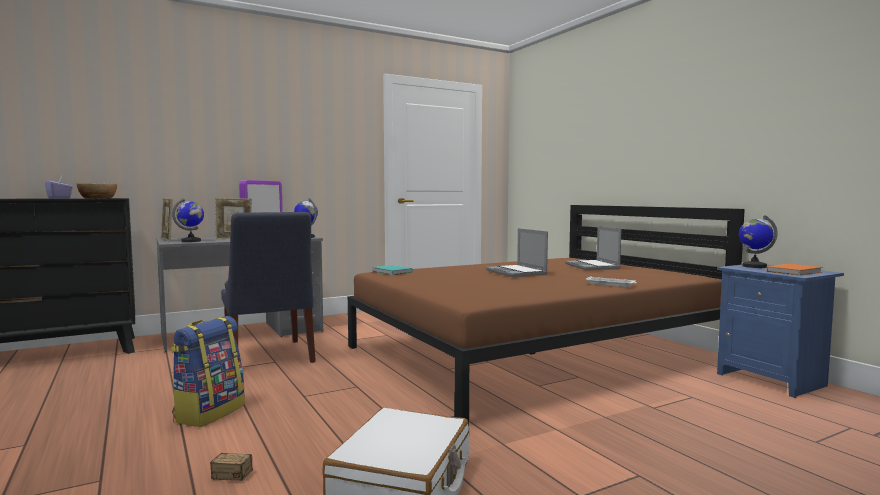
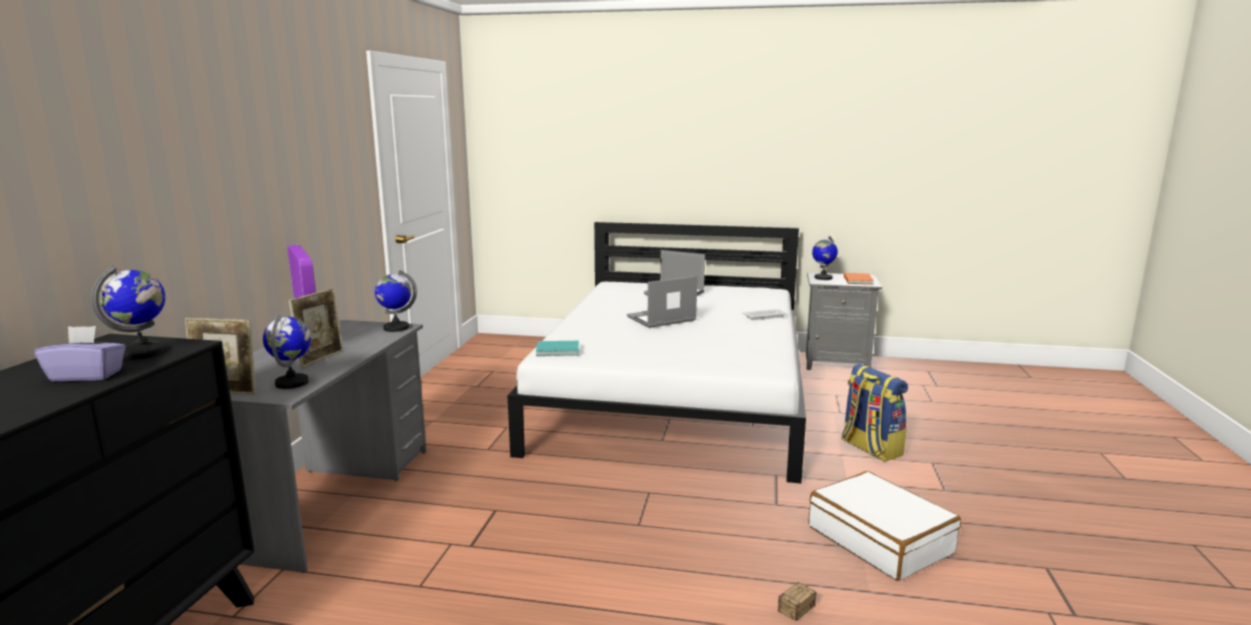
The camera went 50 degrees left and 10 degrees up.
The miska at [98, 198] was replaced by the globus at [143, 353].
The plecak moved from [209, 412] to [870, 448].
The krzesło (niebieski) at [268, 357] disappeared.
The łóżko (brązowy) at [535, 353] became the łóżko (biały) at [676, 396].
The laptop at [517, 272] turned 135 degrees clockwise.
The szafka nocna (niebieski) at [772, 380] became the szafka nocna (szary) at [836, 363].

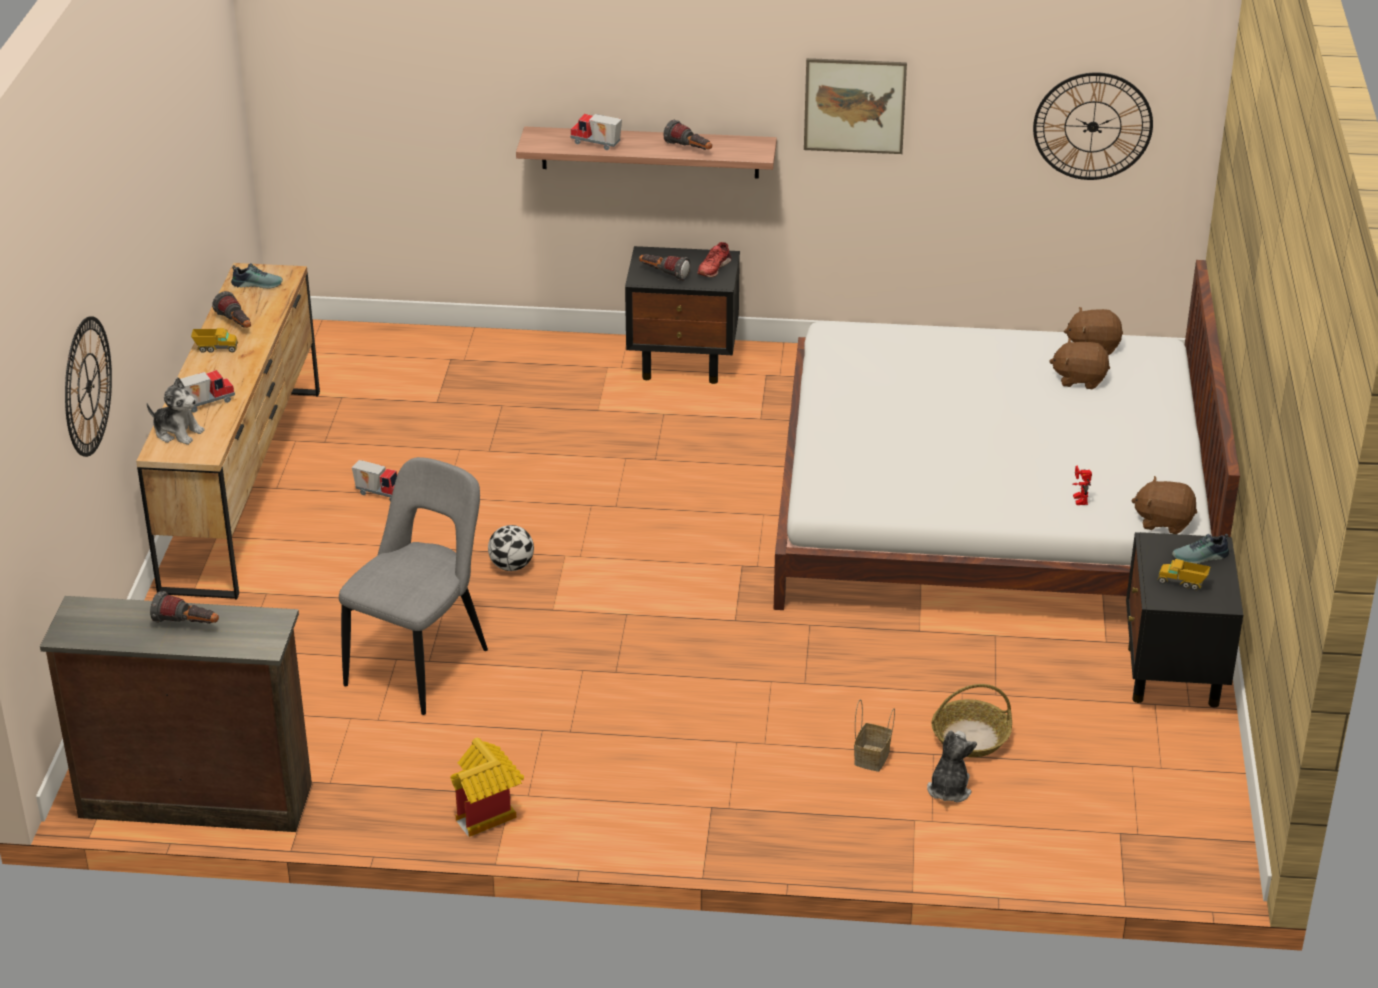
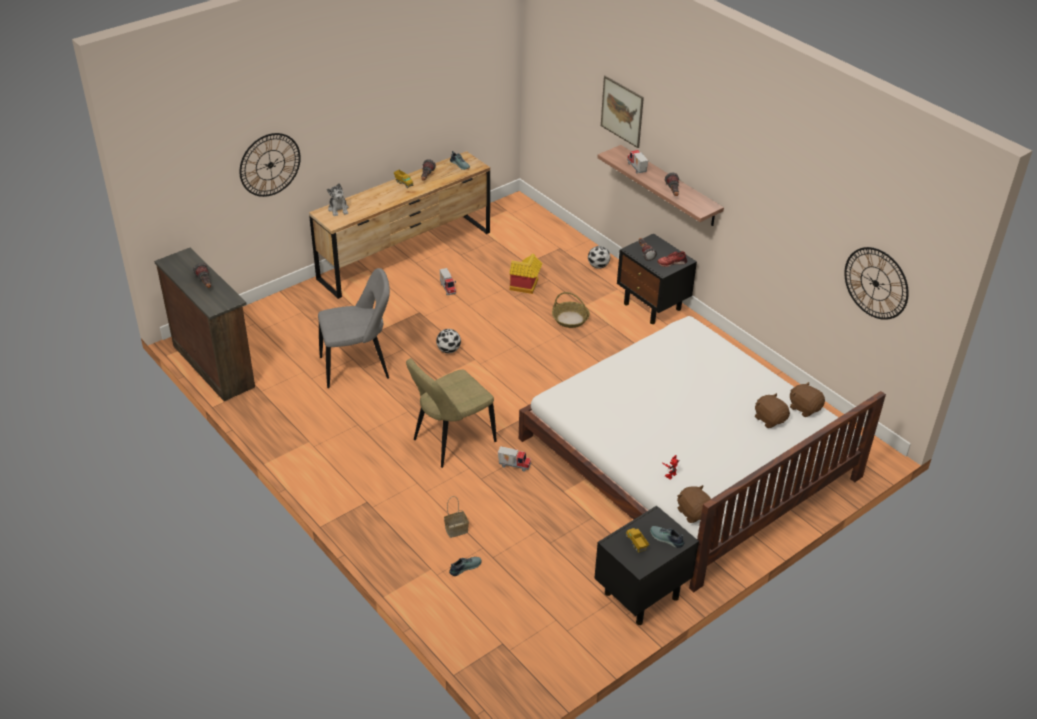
The camera went 45 degrees right and 5 degrees up.
The ciężarówka zabawkowa moved from [206, 403] to [514, 465].
The domek moved from [488, 814] to [525, 287].
The obraz moved from [854, 106] to [622, 111].
The pluszak at [949, 789] was replaced by the but at [464, 567].
The koszyk moved from [970, 737] to [570, 319].
The krzesło (beżowy) at [451, 442] appeared.
The piłka futbolowa at [598, 266] appeared.

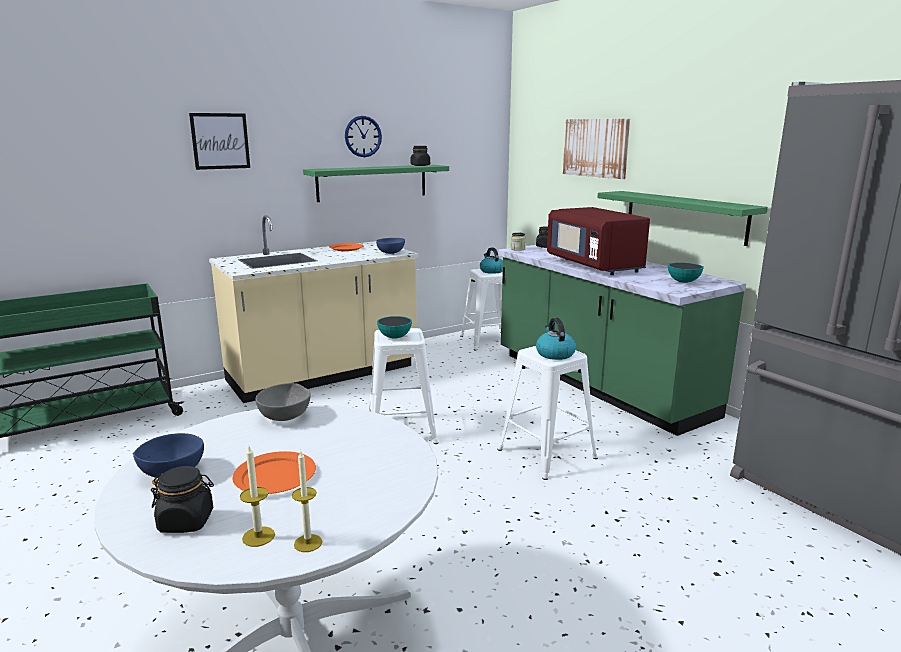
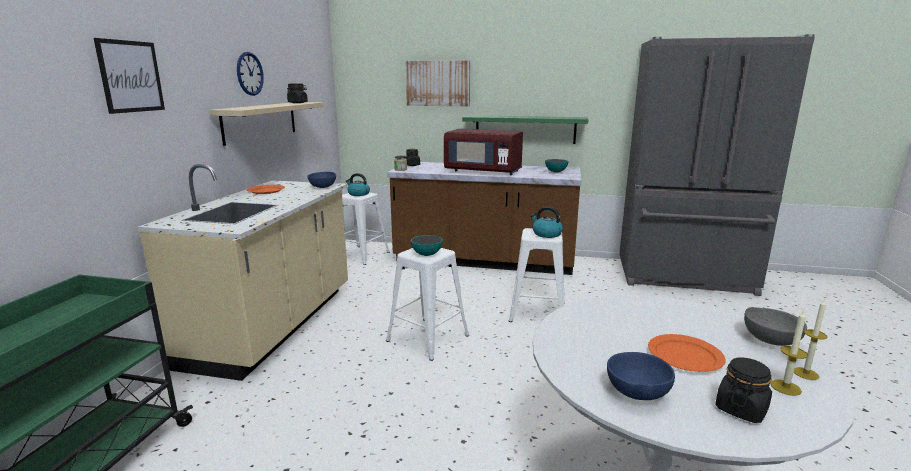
The camera went 45 degrees left and 0 degrees up.
The miska (szary) moved from [286, 416] to [769, 340].
The półka (zielony) at [372, 182] became the półka (beżowy) at [260, 121].
The zabudowa kuchenna (zielony) at [598, 384] became the zabudowa kuchenna (brązowy) at [484, 261].

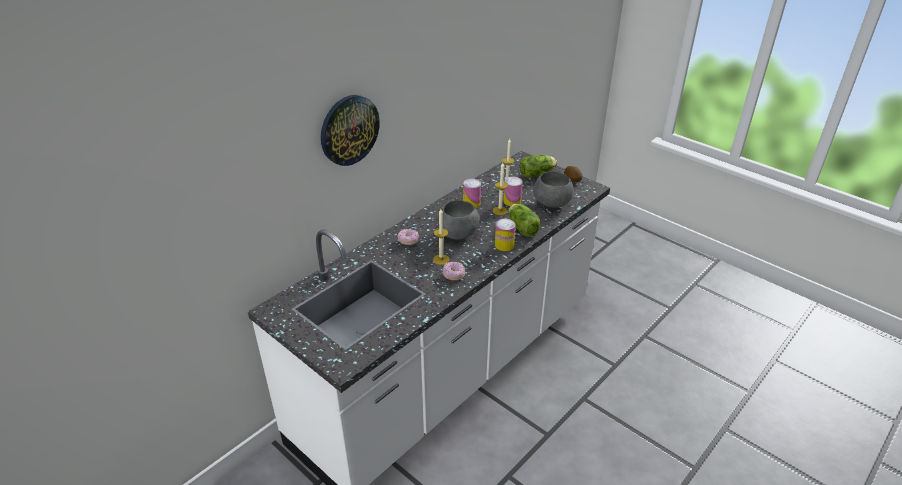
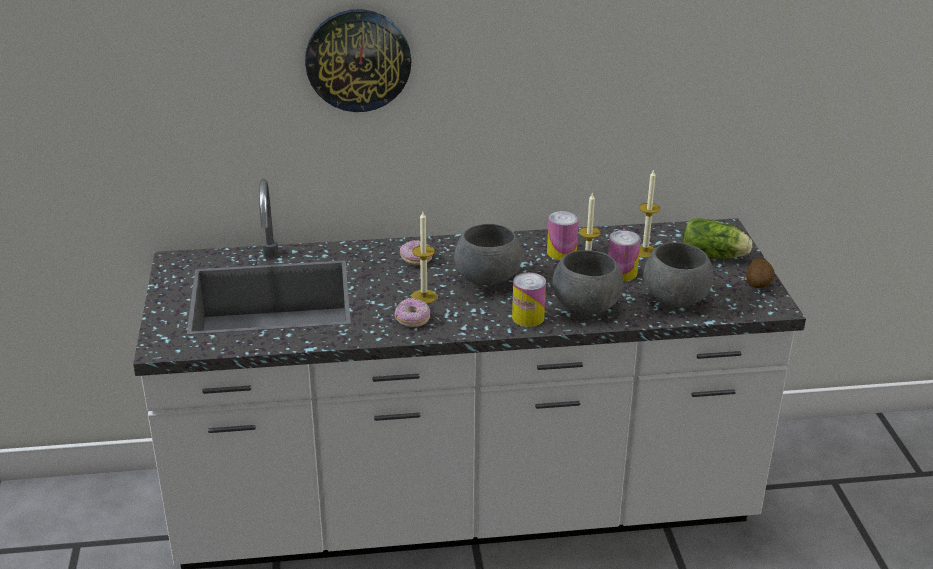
The camera went 40 degrees right and 5 degrees down.
The sałata at [521, 227] was replaced by the miska (szary) at [585, 308].

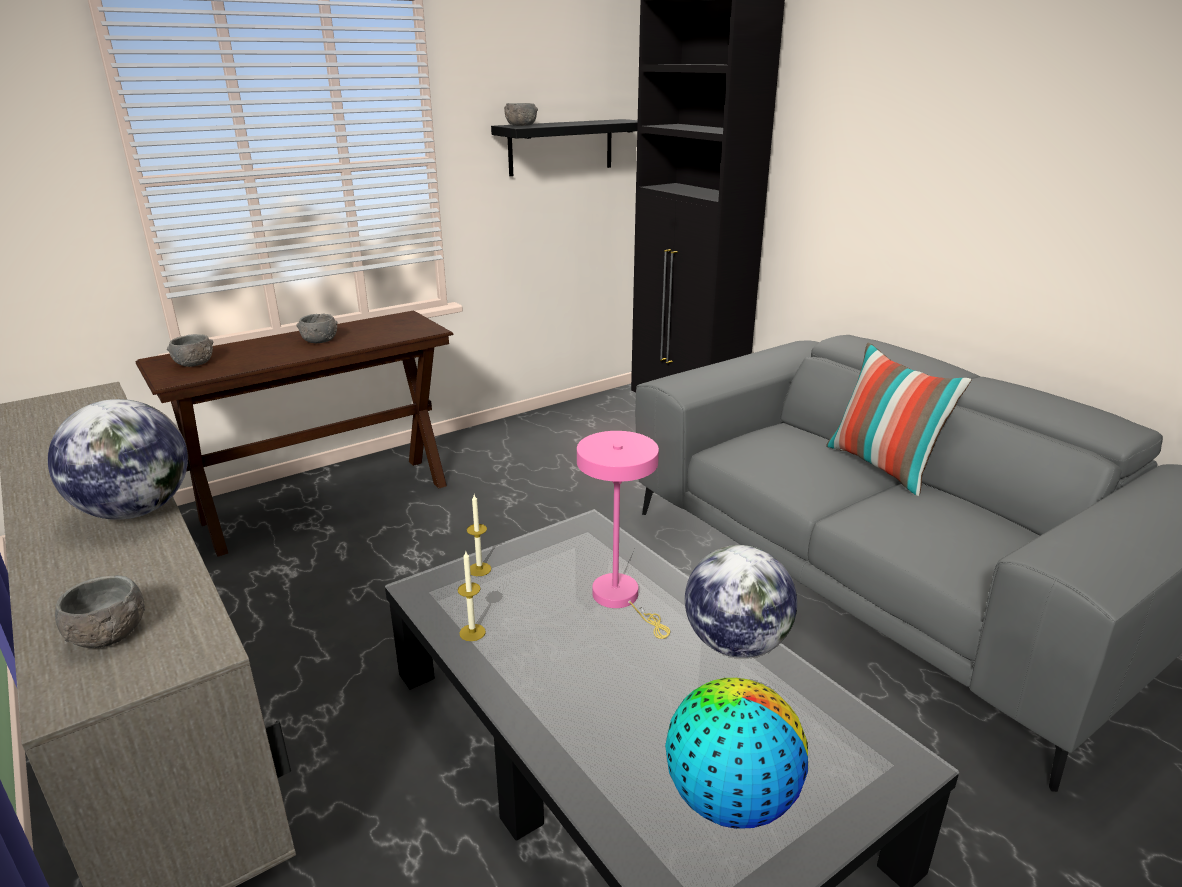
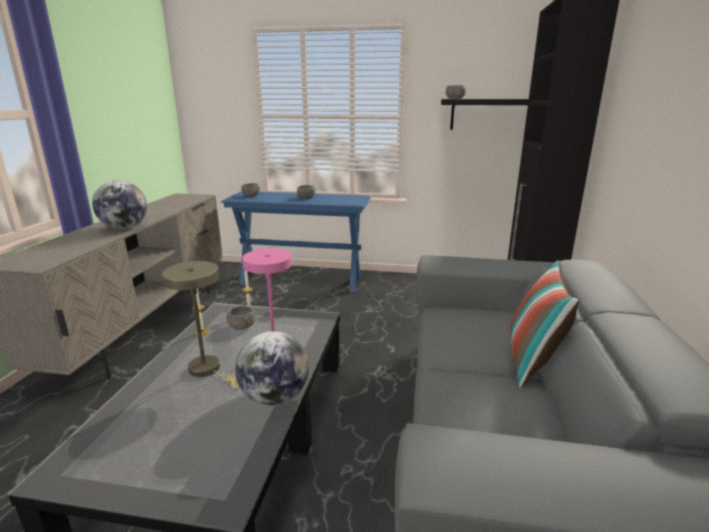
The camera went 45 degrees right and 5 degrees down.
The miska (szary) moved from [109, 633] to [242, 326].
The stolik konsolowy (brązowy) at [328, 502] became the stolik konsolowy (niebieski) at [301, 281].
The globus at [730, 799] disappeared.
The lampa stołowa (beżowy) at [208, 370] appeared.

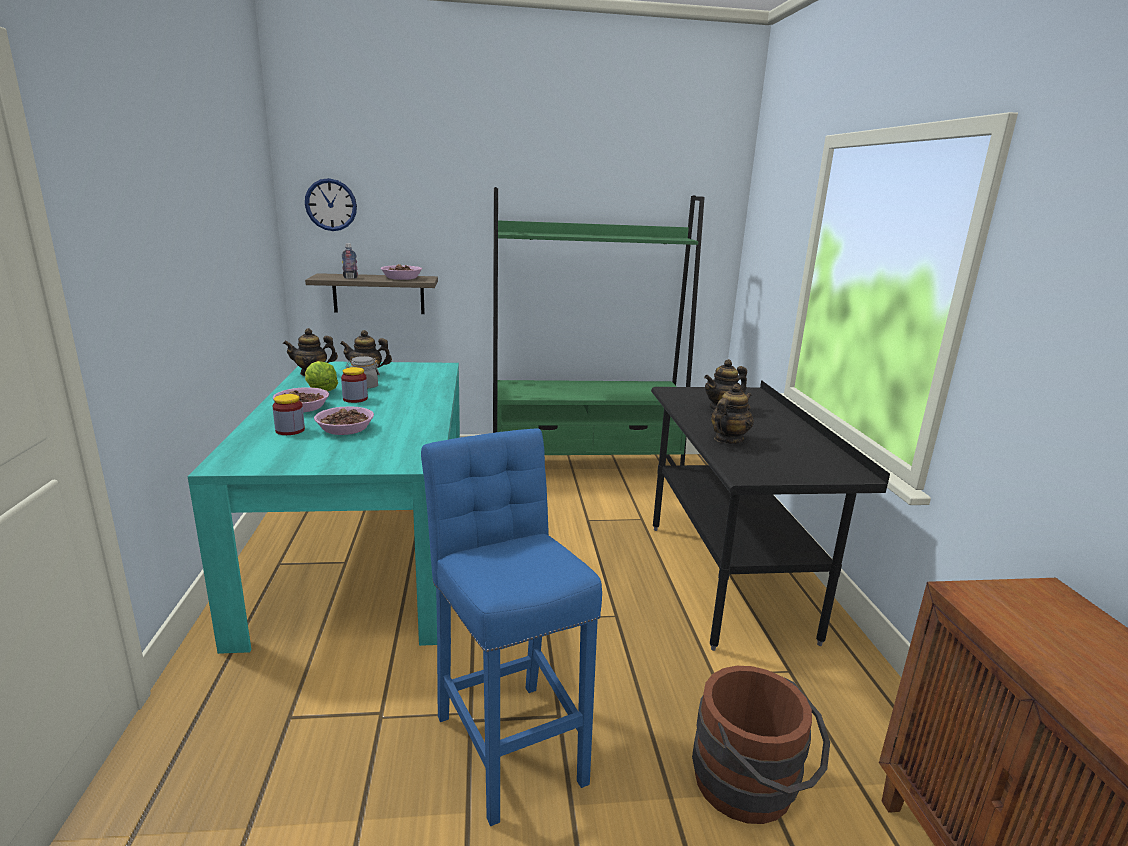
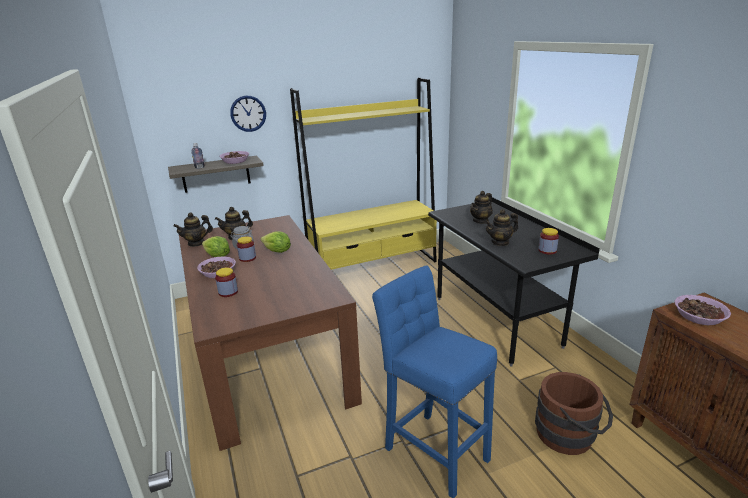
The camera went 15 degrees left and 5 degrees up.
The stół jadalny (turkusowy) at [367, 547] became the stół jadalny (brązowy) at [268, 354].
The zegar ścienny moved from [331, 205] to [248, 113].
The miska moved from [344, 428] to [698, 316].
The regał (zielony) at [586, 468] became the regał (żółty) at [373, 266].
The imbryk at [728, 440] turned 135 degrees counterclockwise.
The sałata at [277, 251] appeared.
The słoik at [547, 250] appeared.

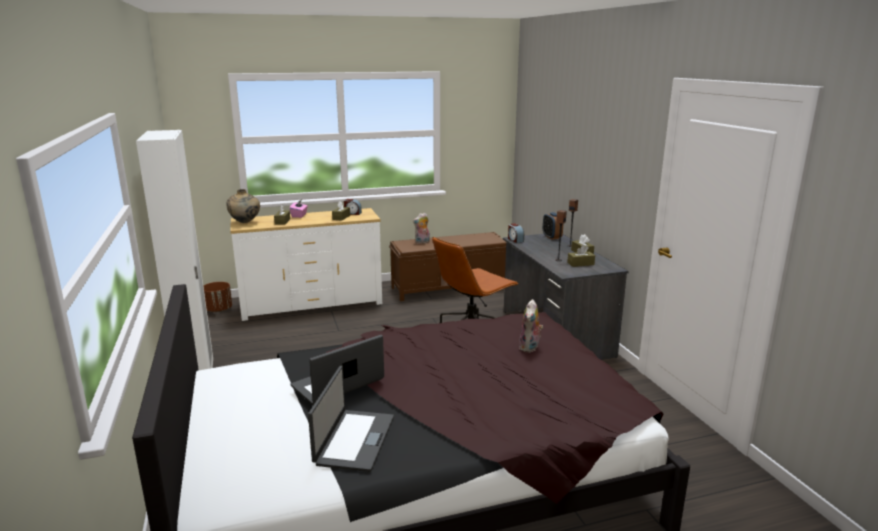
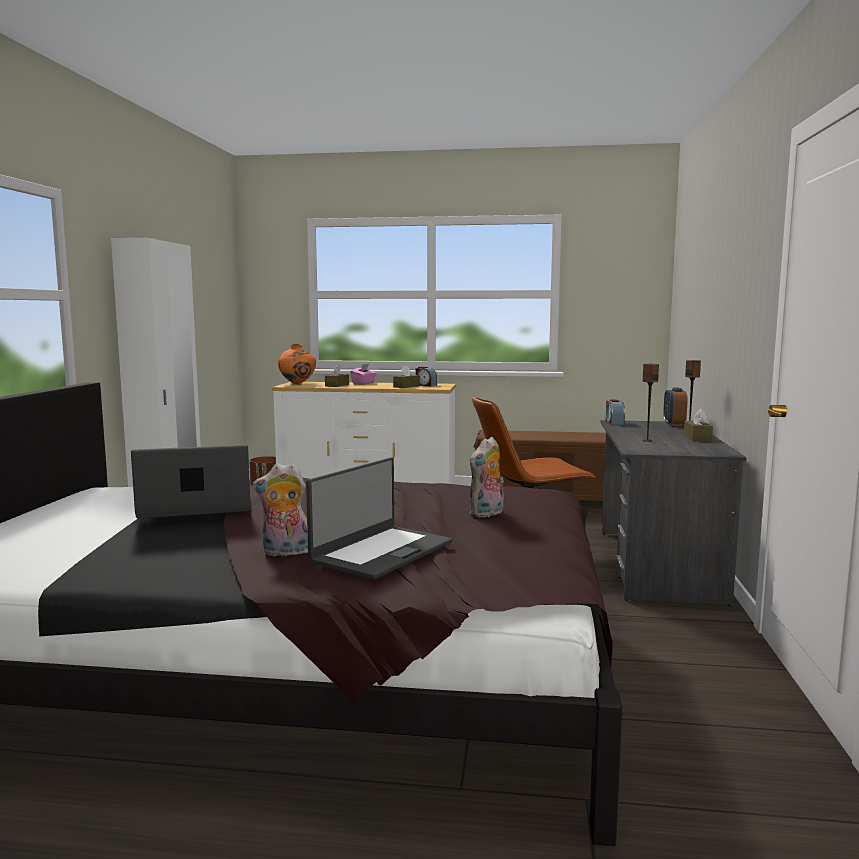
The camera went 25 degrees right and 10 degrees down.
The wazon (beżowy) at [245, 223] became the wazon (pomarańczowy) at [297, 384].
The laptop moved from [354, 440] to [381, 552].
The pluszak moved from [422, 242] to [284, 553].
The pudełko chusteczek (brązowy) at [580, 264] disappeared.

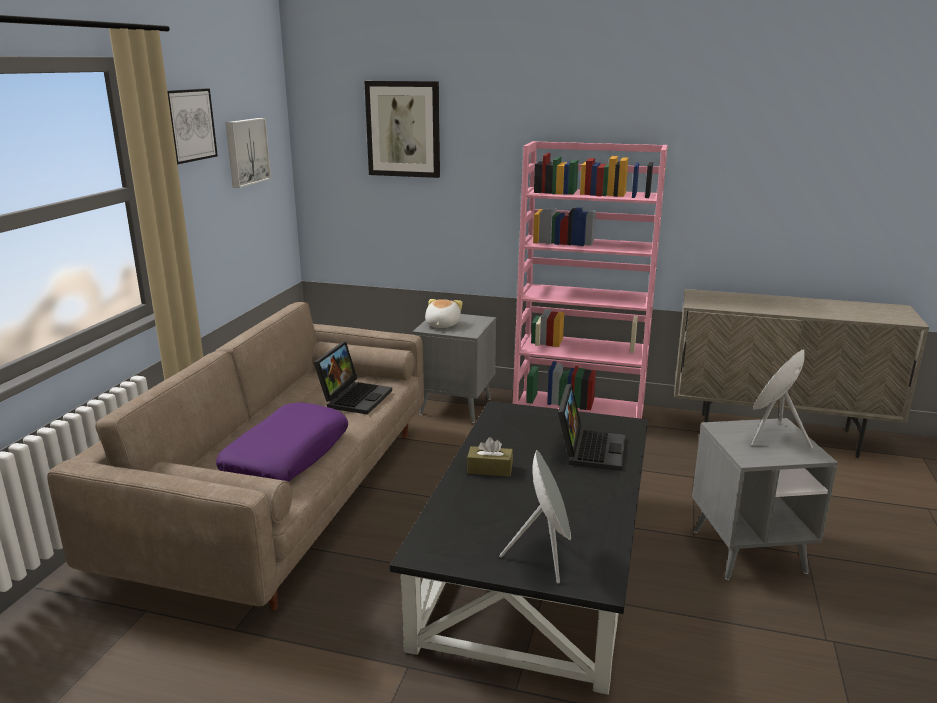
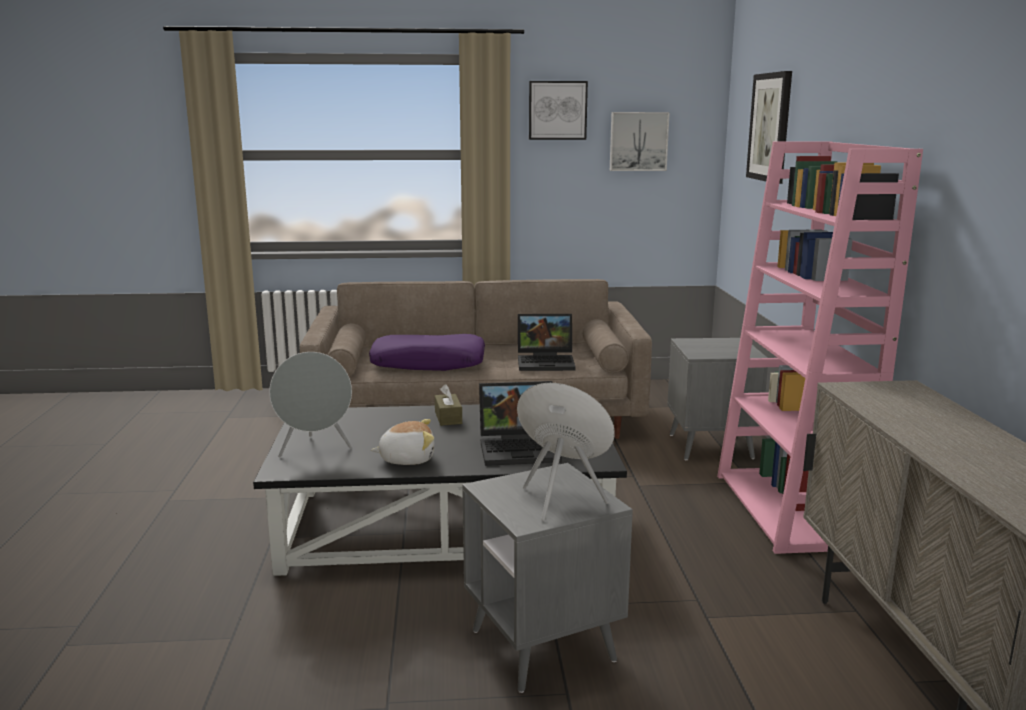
The camera went 70 degrees right and 5 degrees down.
The pluszak moved from [441, 325] to [407, 459].

